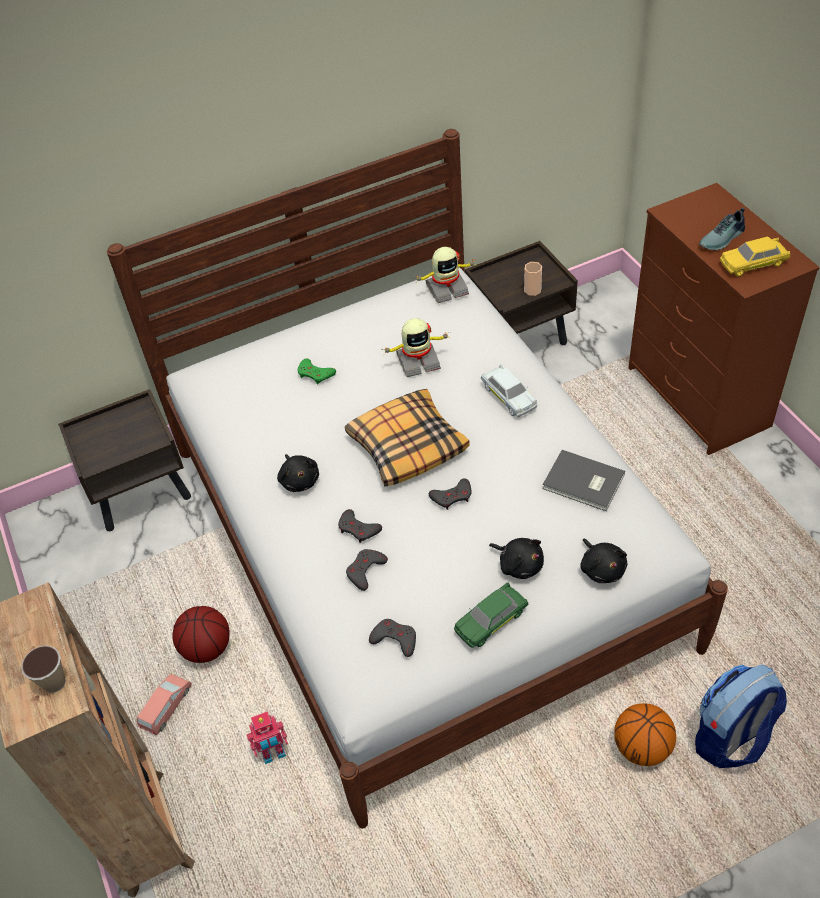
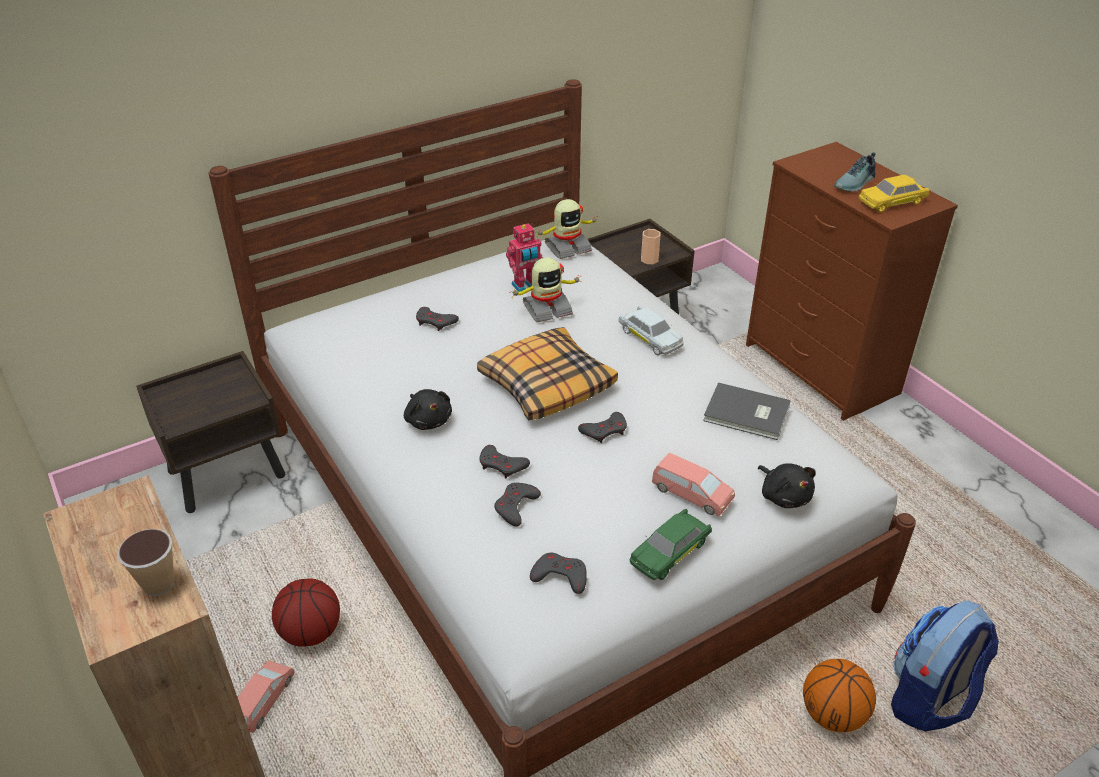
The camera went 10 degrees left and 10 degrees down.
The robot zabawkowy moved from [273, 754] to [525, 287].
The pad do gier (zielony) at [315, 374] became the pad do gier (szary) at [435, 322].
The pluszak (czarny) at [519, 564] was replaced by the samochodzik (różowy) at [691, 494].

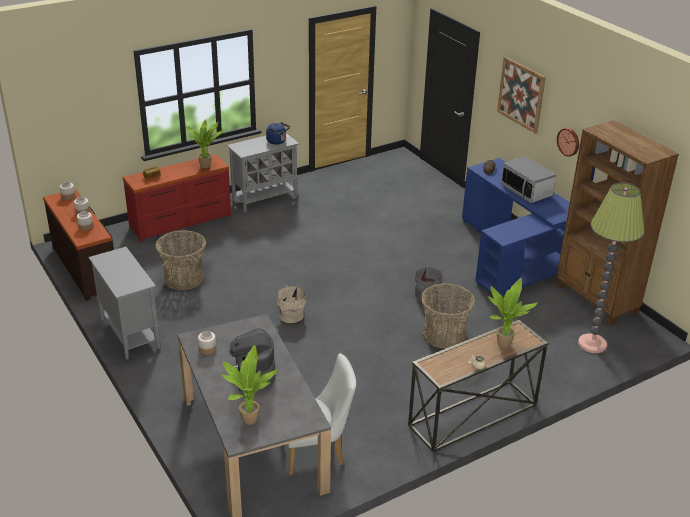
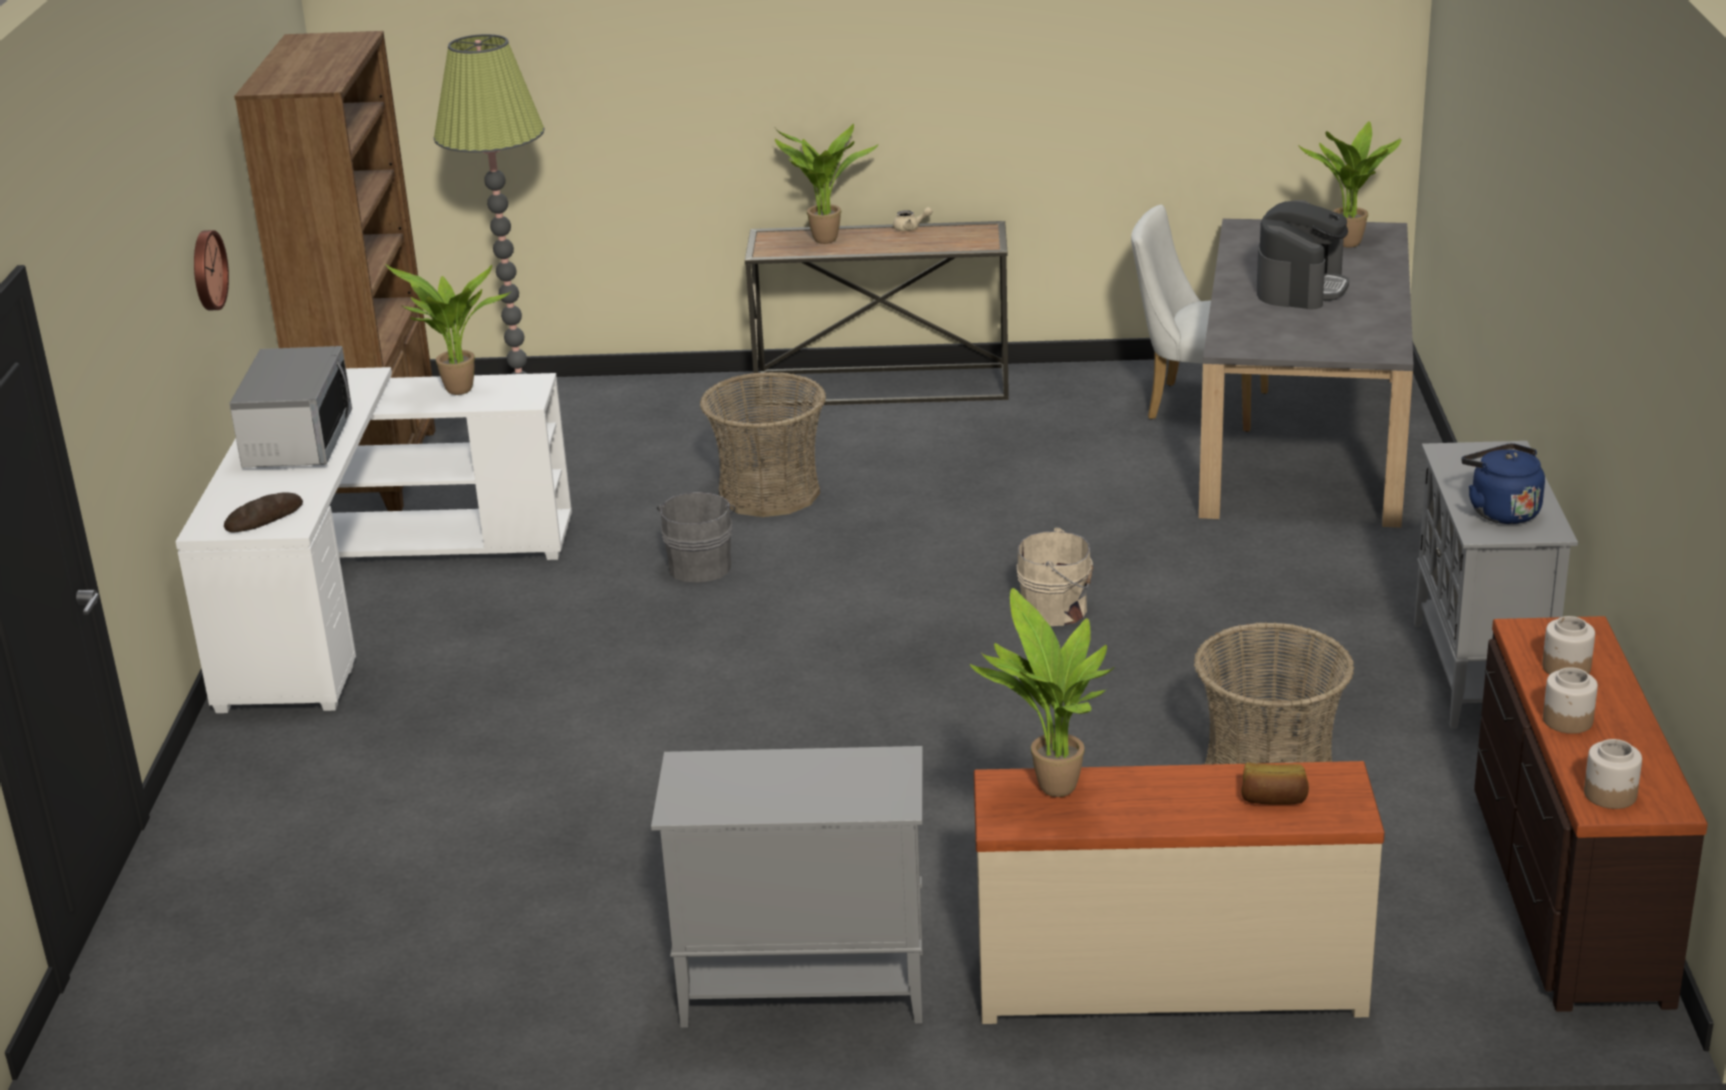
The camera went 145 degrees left and 5 degrees down.
The komoda (czerwony) at [181, 222] became the komoda (beżowy) at [1169, 979].
The słoik at [207, 349] disappeared.
The czajnik (niebieski) moved from [277, 141] to [1501, 511].
The biurko (niebieski) at [515, 254] became the biurko (biały) at [366, 593].
The obraz at [521, 94] disappeared.
The roślina doniczkowa at [458, 393] appeared.

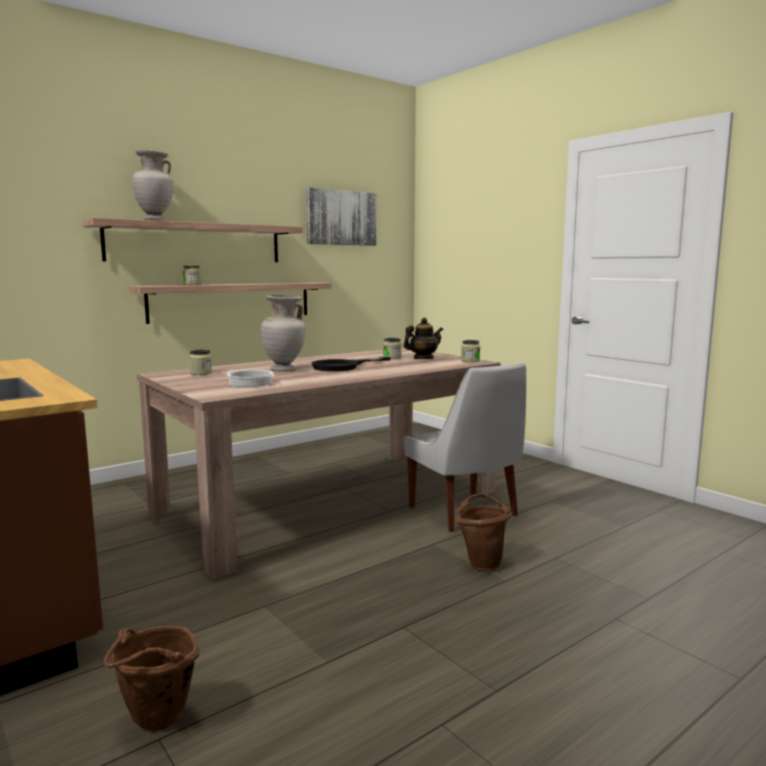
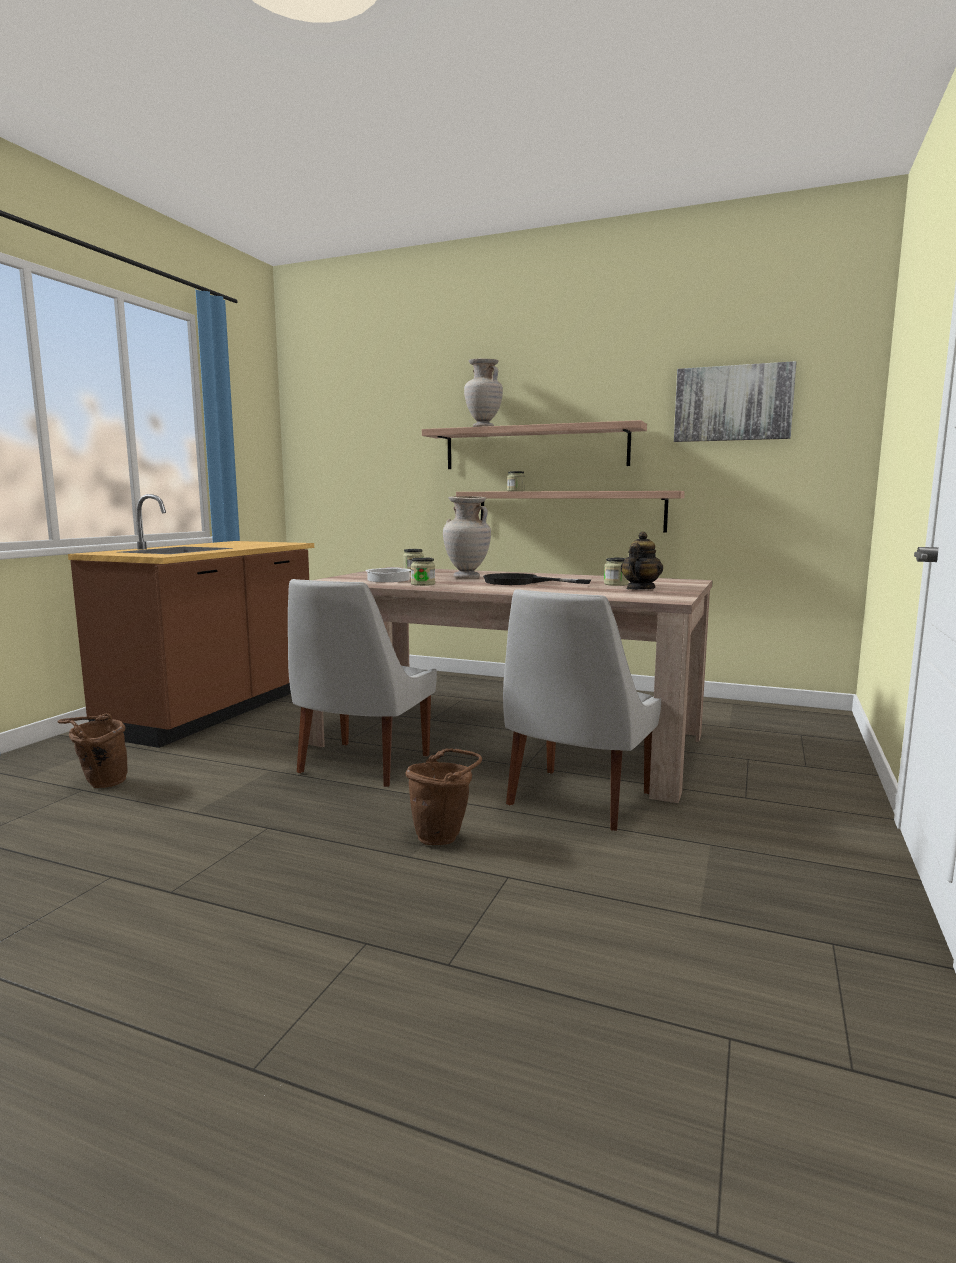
The camera went 60 degrees right and 0 degrees up.
The imbryk at [423, 358] turned 90 degrees counterclockwise.
The słoik moved from [470, 361] to [423, 584].
The krzesło (biały) at [361, 766] appeared.

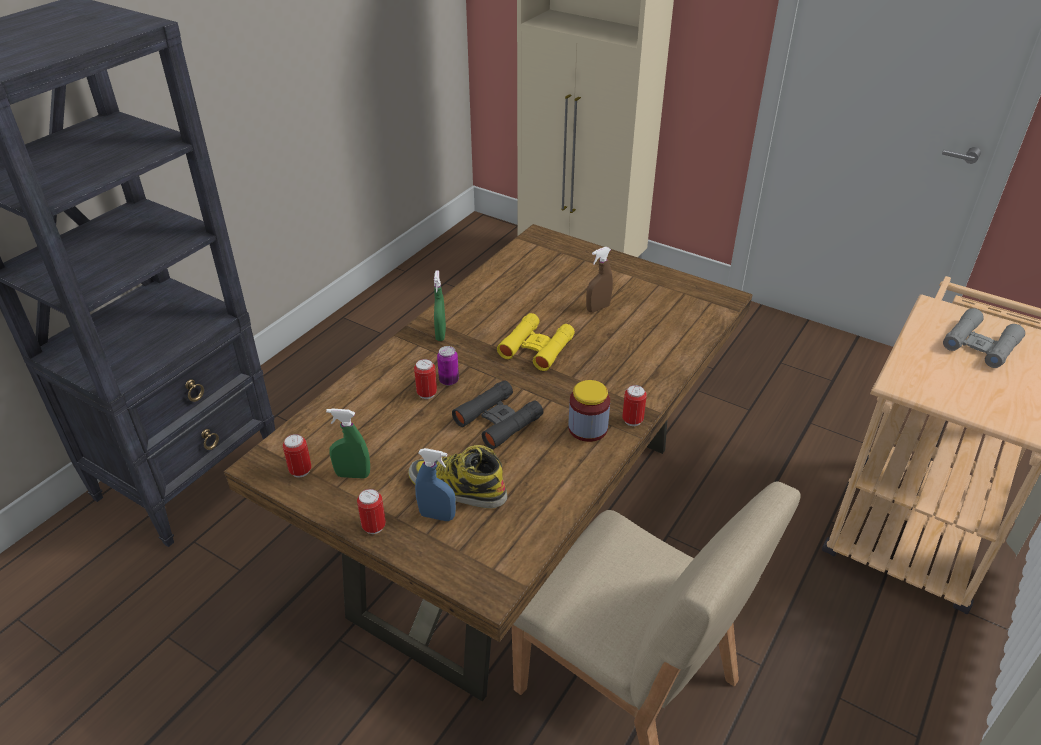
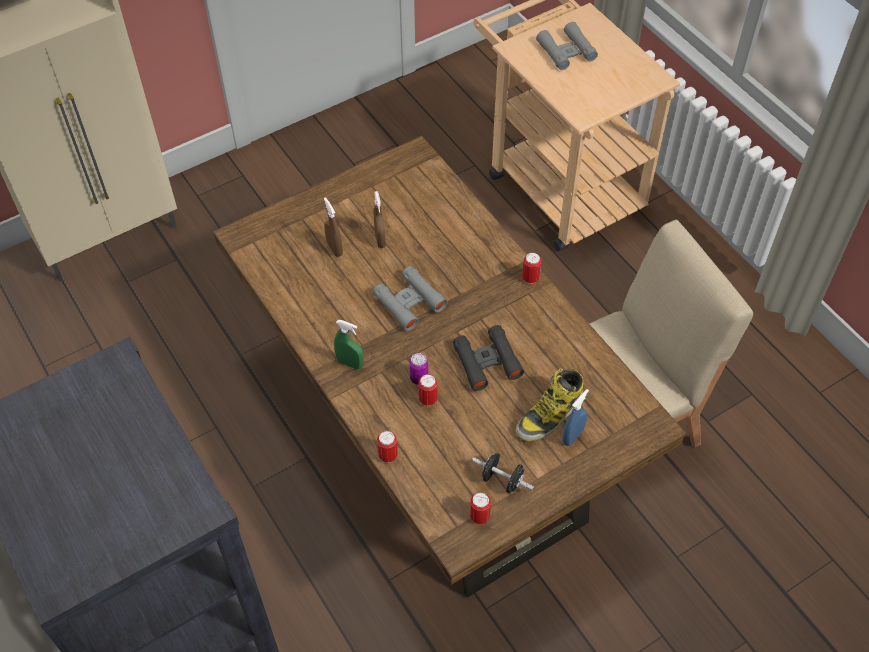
The camera went 65 degrees left and 15 degrees up.
The spryskiwacz (zielony) at [353, 475] was replaced by the hantel (czarny) at [502, 480].
The puszka moved from [374, 526] to [388, 455].
The lornetka (żółty) at [536, 348] became the lornetka (szary) at [409, 302].
The słoik at [588, 428] disappeared.
The spryskiwacz (brązowy) at [334, 248] appeared.

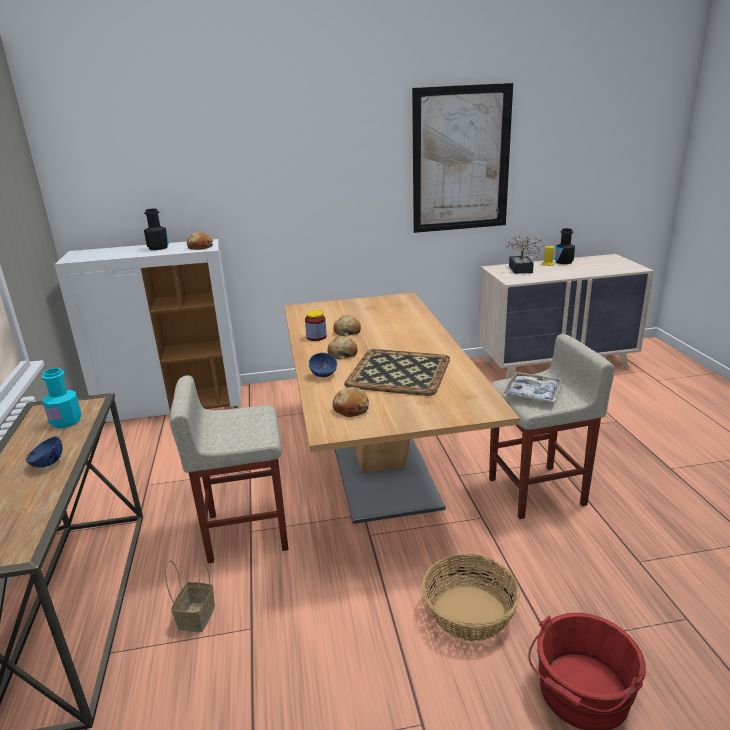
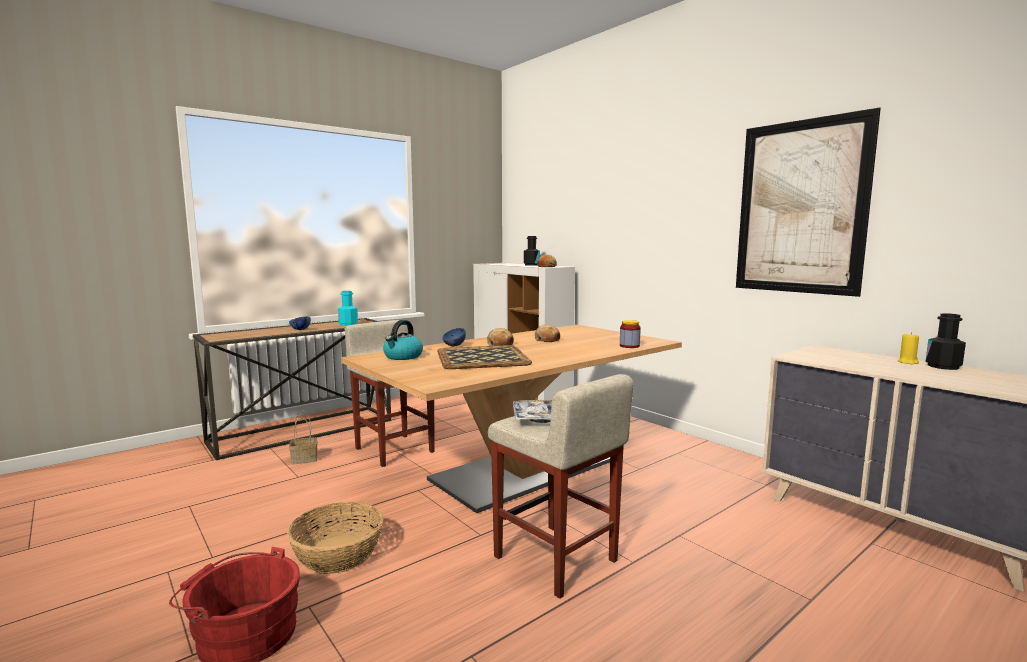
The camera went 60 degrees right and 15 degrees down.
The słoik moved from [316, 337] to [629, 346].
The chleb at [351, 409] was replaced by the czajnik at [403, 357].
The roślina doniczkowa at [521, 270] disappeared.

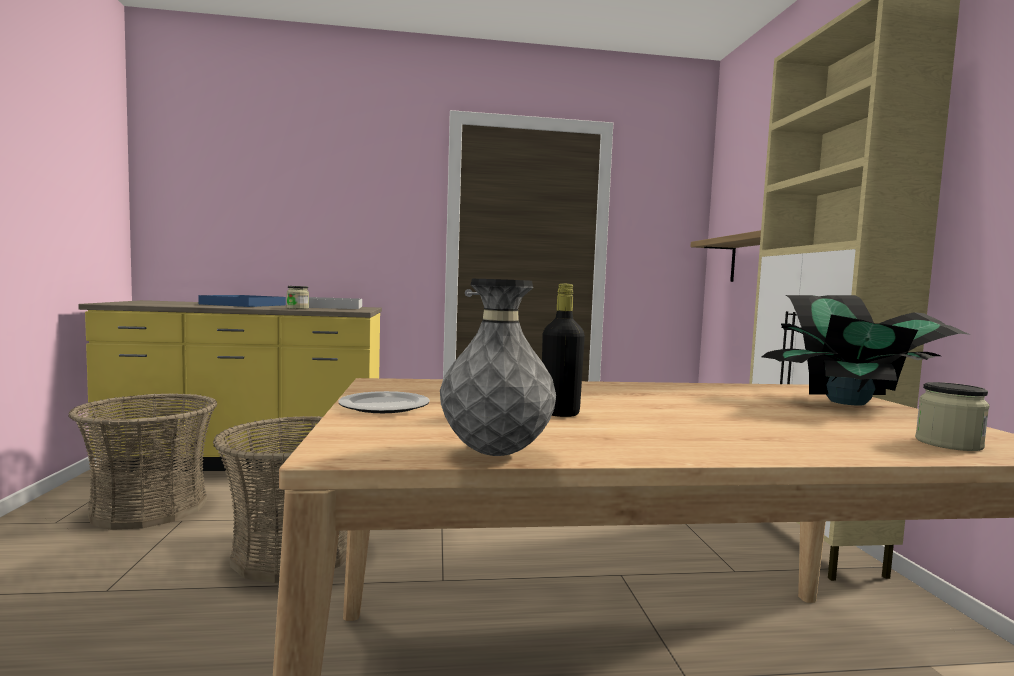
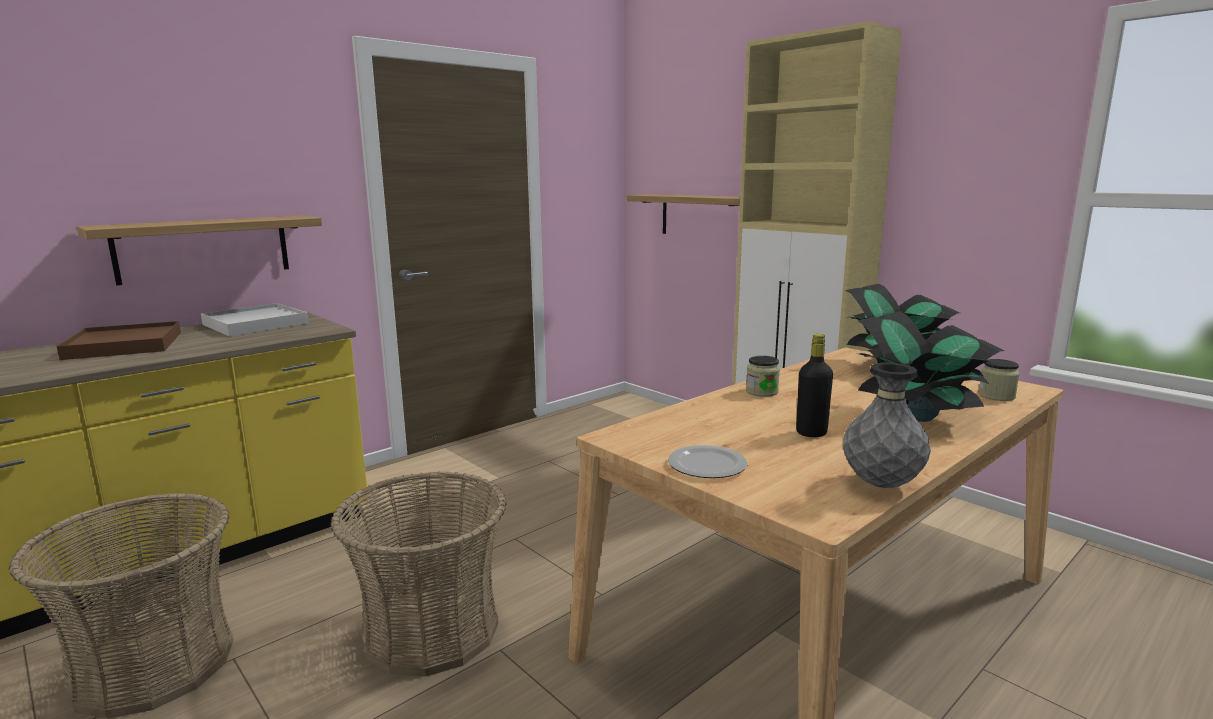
The camera went 35 degrees left and 10 degrees up.
The taca (niebieski) at [244, 304] became the taca (brązowy) at [125, 345].
The słoik moved from [297, 308] to [762, 392].
The półka at [204, 248] appeared.
The roślina doniczkowa at [919, 416] appeared.

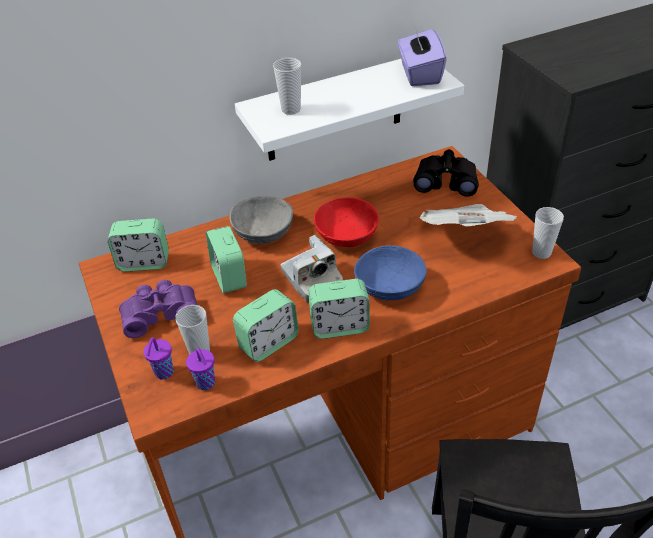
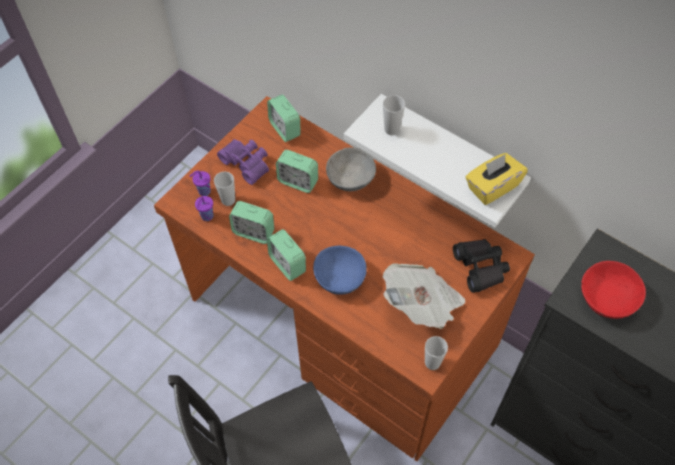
The camera went 60 degrees right and 15 degrees up.
The budzik at [229, 277] turned 105 degrees counterclockwise.
The aparat fotograficzny at [311, 279] disappeared.
The miska (czerwony) moved from [346, 235] to [608, 298].
The pudełko chusteczek (fioletowy) at [419, 74] became the pudełko chusteczek (żółty) at [492, 187].

